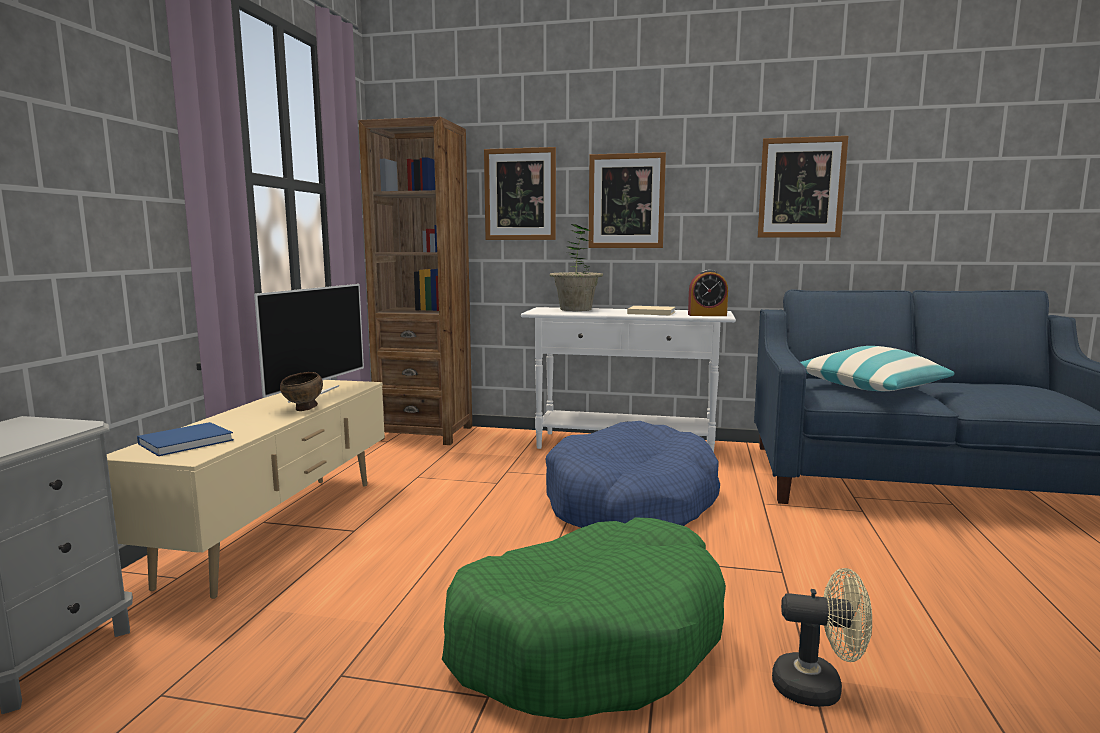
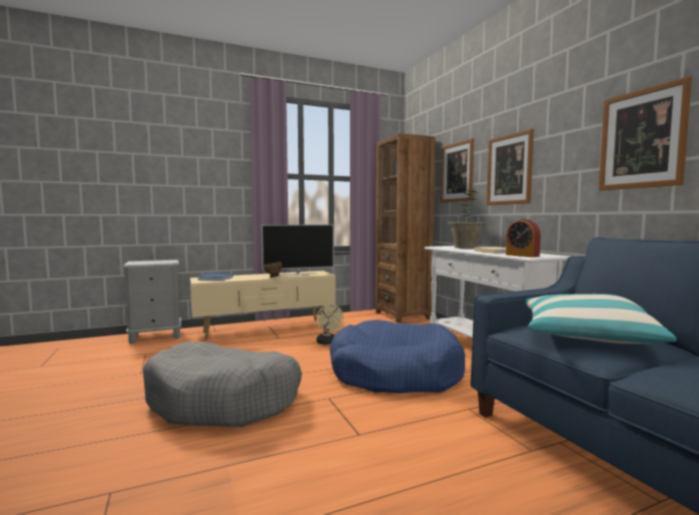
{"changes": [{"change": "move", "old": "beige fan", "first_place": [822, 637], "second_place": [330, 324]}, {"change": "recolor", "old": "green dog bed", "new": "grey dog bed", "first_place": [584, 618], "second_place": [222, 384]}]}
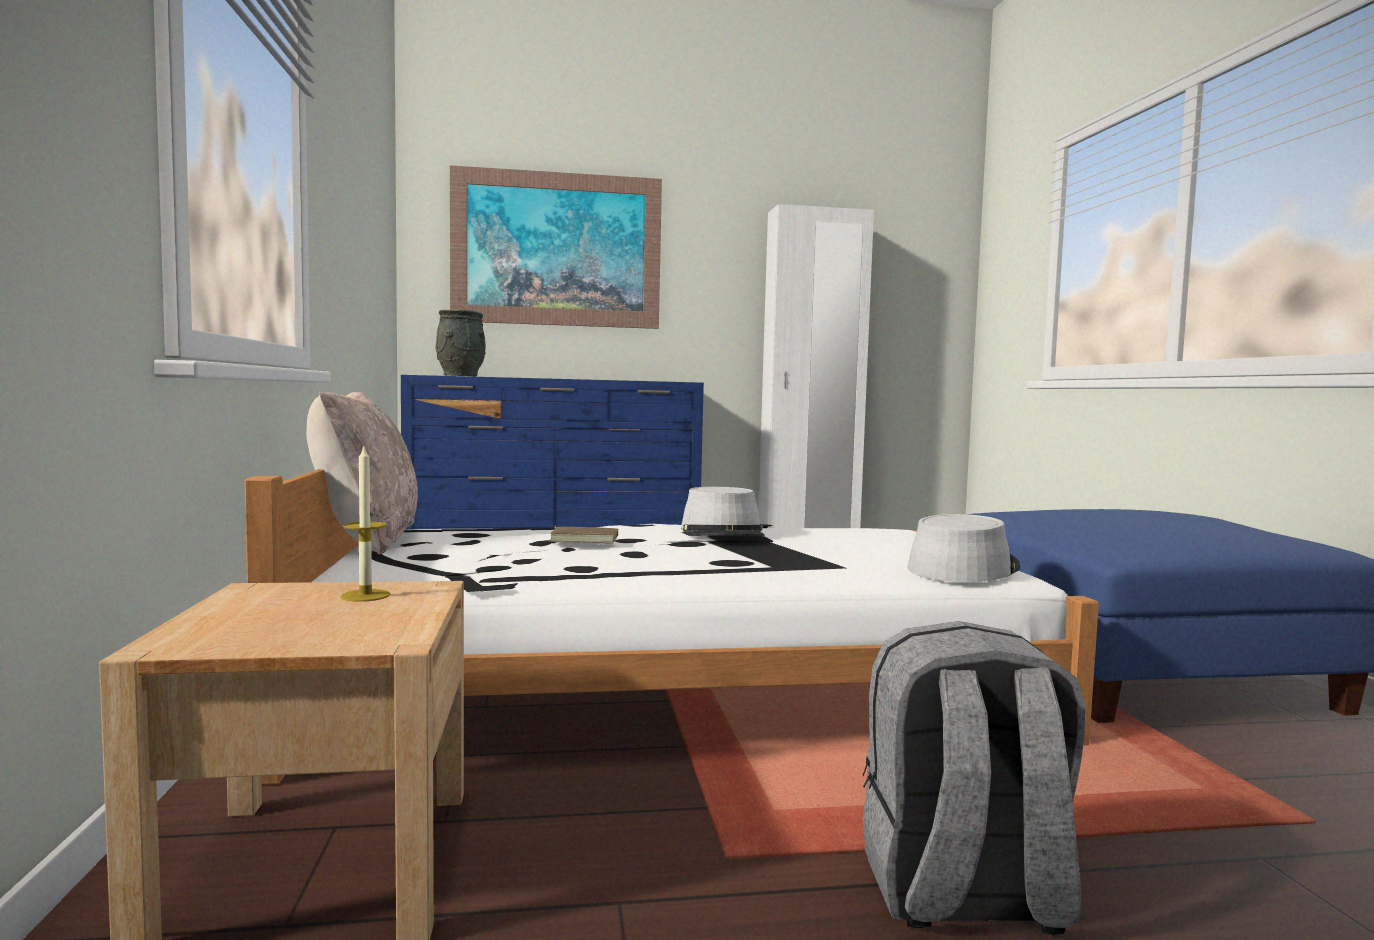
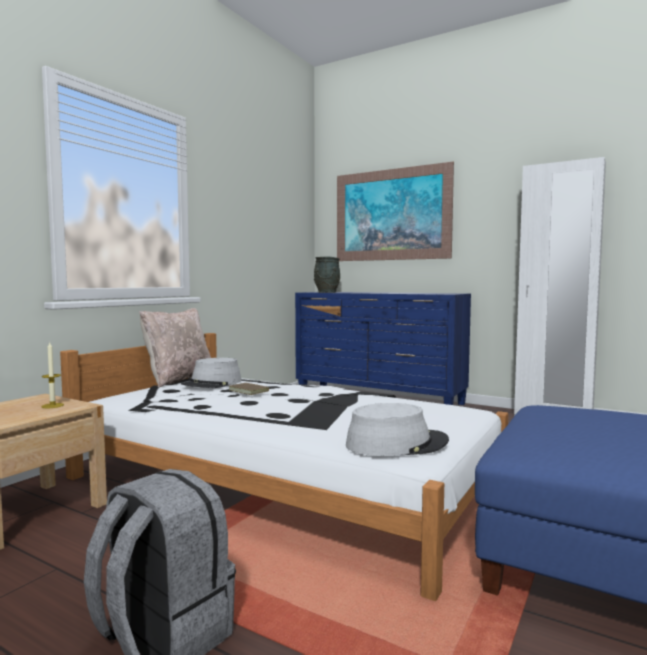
{"changes": [{"change": "move", "old": "grey hat", "first_place": [723, 511], "second_place": [211, 373]}]}
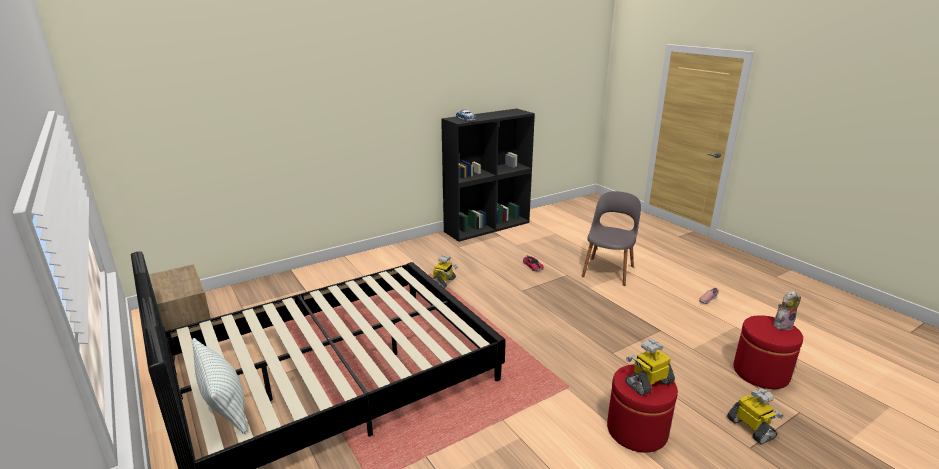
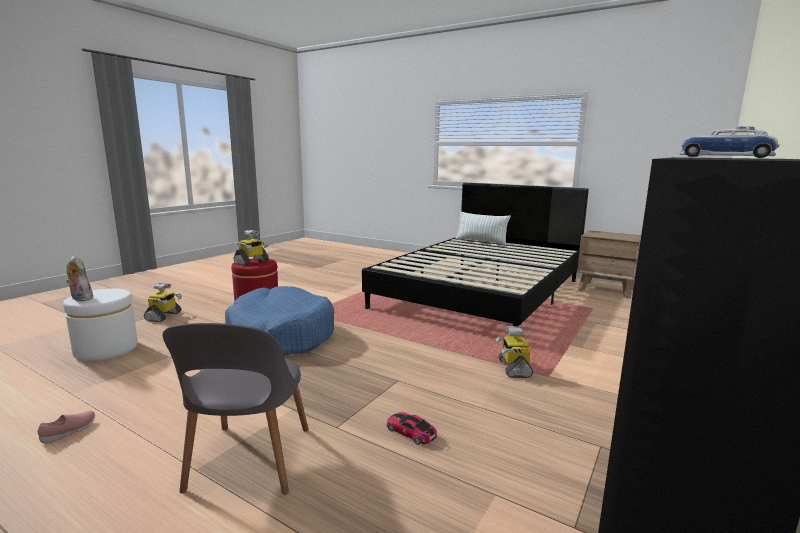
{"changes": [{"change": "insert", "new": "blue dog bed", "second_place": [279, 321]}, {"change": "recolor", "old": "red ottoman", "new": "white ottoman", "first_place": [768, 352], "second_place": [100, 324]}, {"change": "rotate", "old": "toy robot", "first_place": [755, 416], "second_place": [163, 302], "degrees": -120}, {"change": "rotate", "old": "plush toy", "first_place": [787, 310], "second_place": [79, 278], "degrees": 75}]}
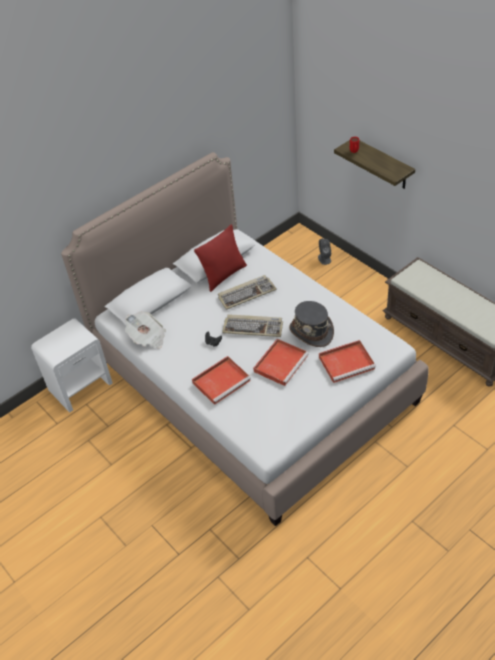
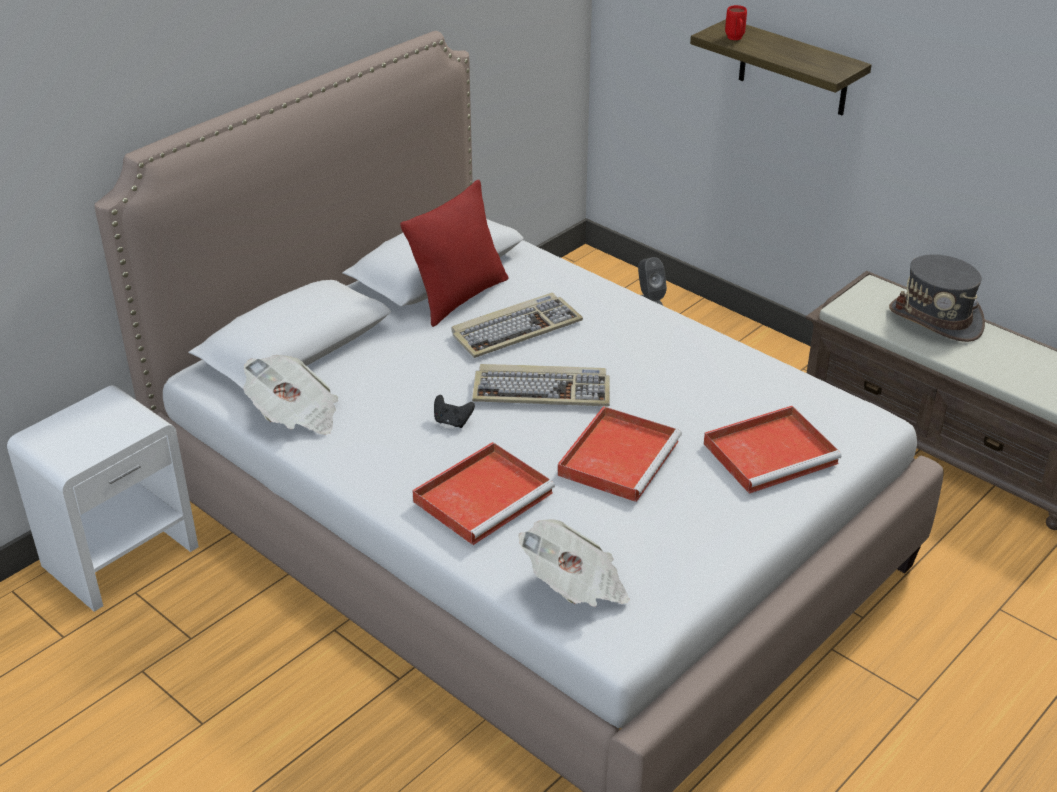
{"changes": [{"change": "insert", "new": "newspaper", "second_place": [574, 563]}, {"change": "move", "old": "grey hat", "first_place": [311, 324], "second_place": [937, 298]}]}
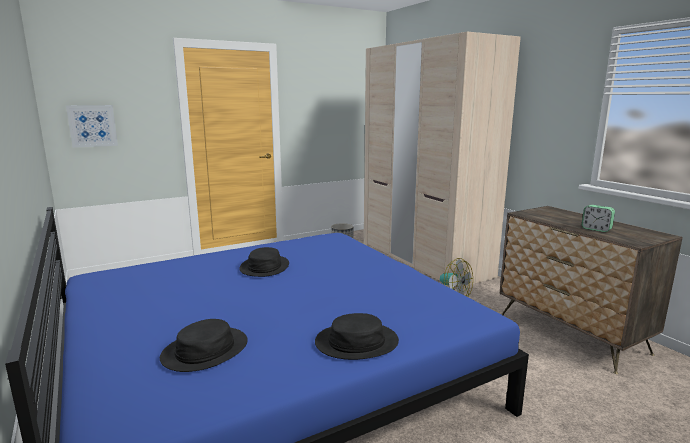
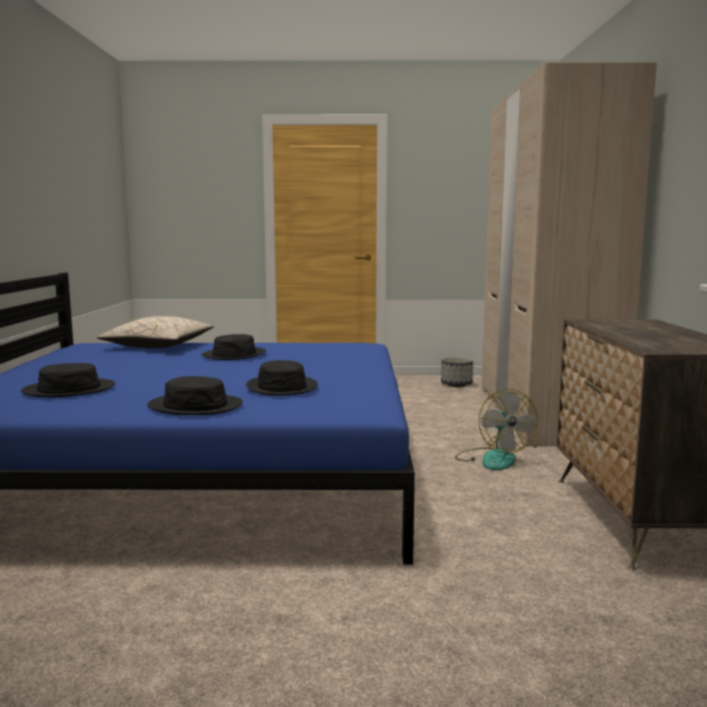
{"changes": [{"change": "delete", "old": "picture", "first_place": [92, 126]}, {"change": "delete", "old": "alarm clock", "first_place": [598, 218]}, {"change": "insert", "new": "beige pillow", "second_place": [155, 332]}, {"change": "insert", "new": "black hat", "second_place": [282, 378]}]}
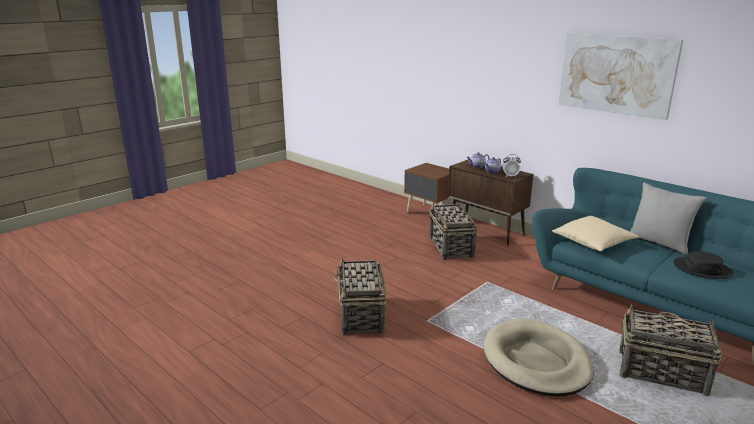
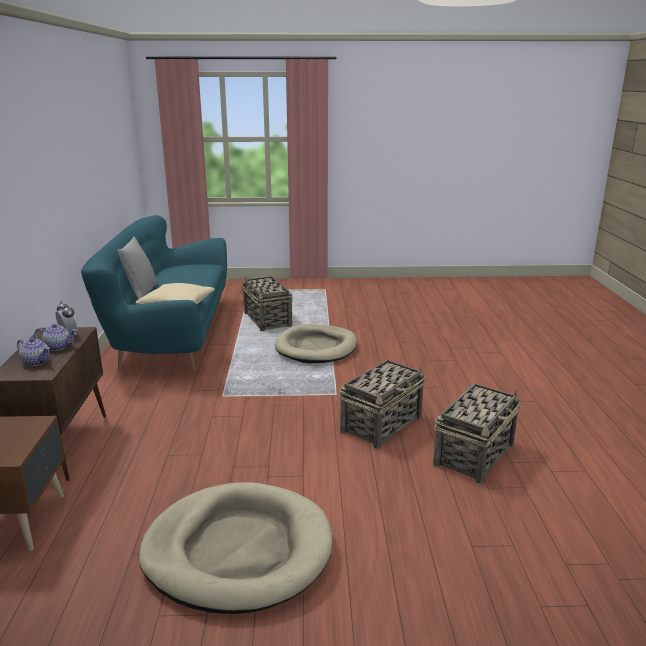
{"changes": [{"change": "delete", "old": "picture", "first_place": [621, 76]}, {"change": "delete", "old": "black hat", "first_place": [704, 265]}, {"change": "insert", "new": "beige dog bed", "second_place": [235, 548]}, {"change": "move", "old": "basket", "first_place": [453, 231], "second_place": [476, 433]}]}
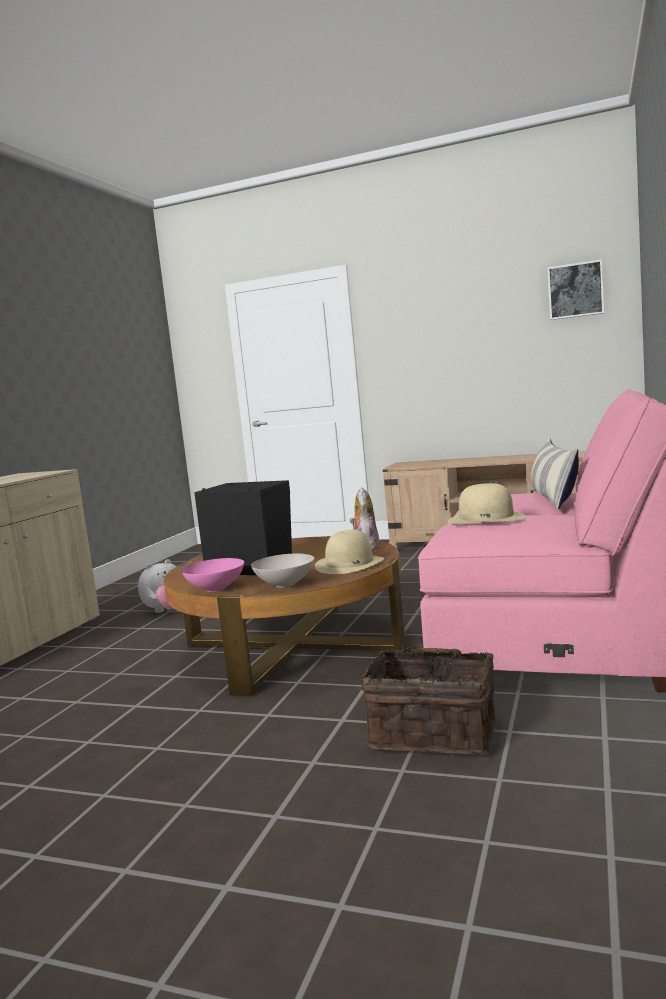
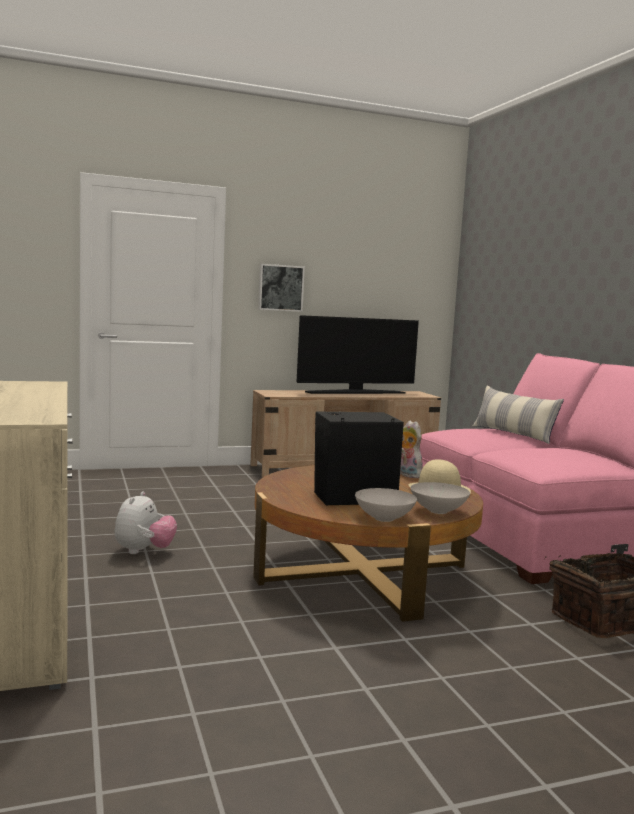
{"changes": [{"change": "delete", "old": "beige hat", "first_place": [487, 503]}, {"change": "insert", "new": "television", "second_place": [358, 354]}, {"change": "move", "old": "picture", "first_place": [575, 289], "second_place": [281, 288]}, {"change": "recolor", "old": "pink bowl", "new": "white bowl", "first_place": [212, 575], "second_place": [386, 505]}]}
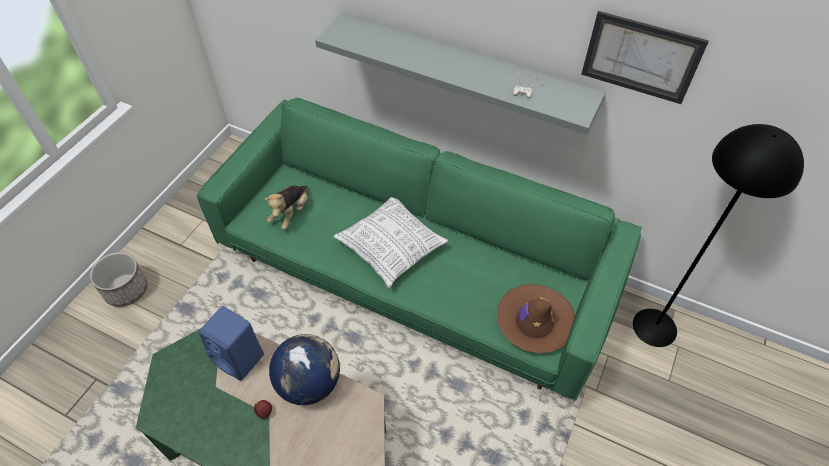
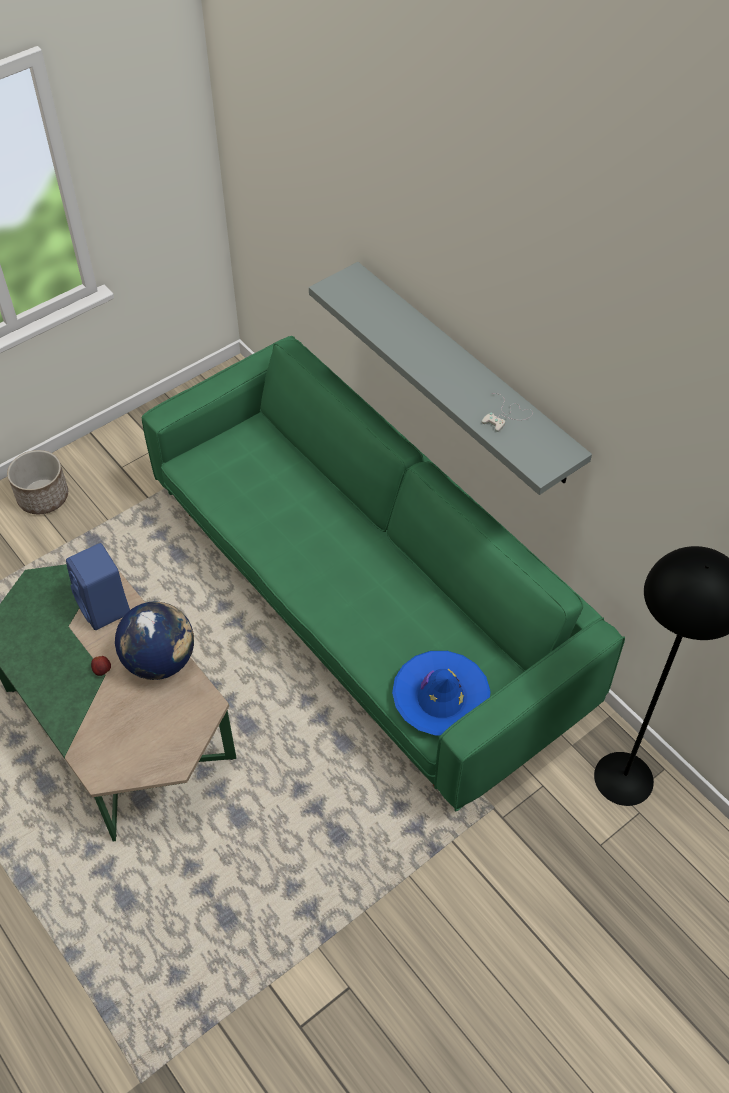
{"changes": [{"change": "delete", "old": "plush toy", "first_place": [286, 207]}, {"change": "delete", "old": "pillow", "first_place": [391, 242]}, {"change": "delete", "old": "picture", "first_place": [645, 57]}, {"change": "recolor", "old": "brown hat", "new": "blue hat", "first_place": [536, 318], "second_place": [441, 693]}]}
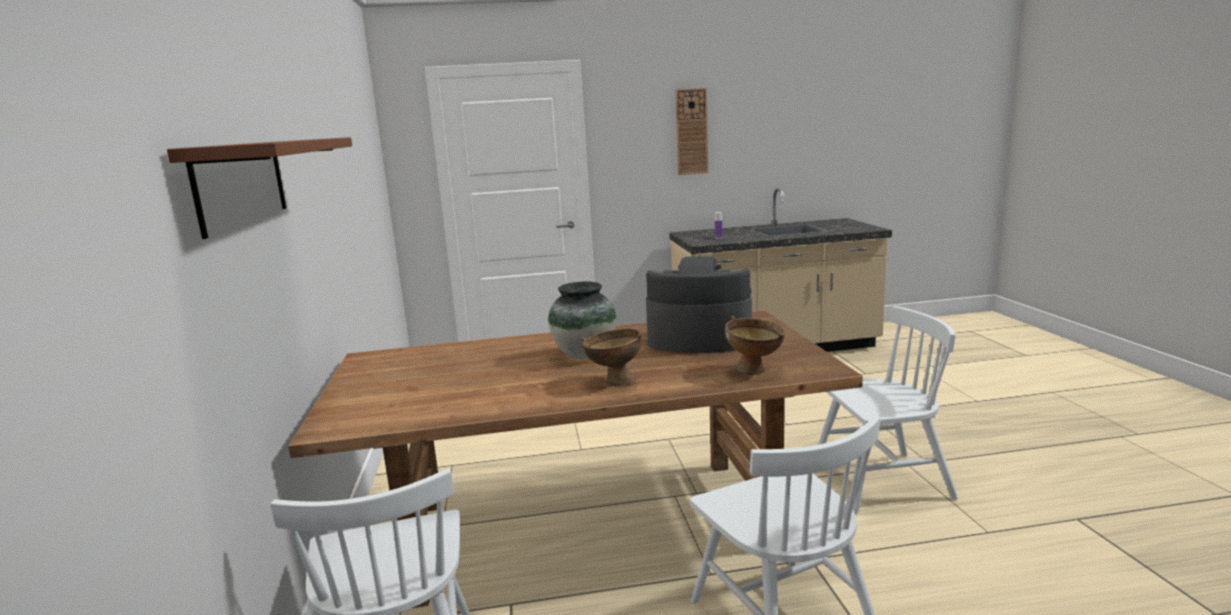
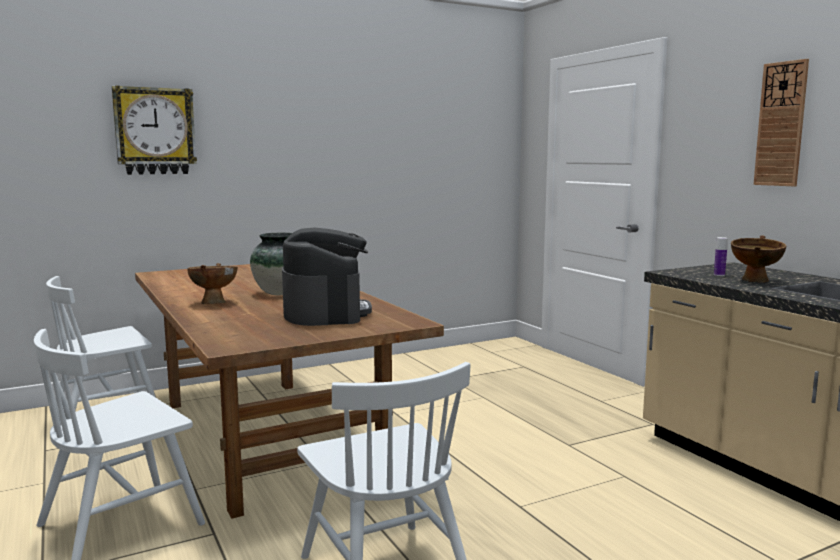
{"changes": [{"change": "move", "old": "brown bowl", "first_place": [755, 345], "second_place": [758, 259]}, {"change": "replace", "old": "brown shelf", "new": "wall clock", "first_place": [259, 188], "second_place": [154, 130]}]}
